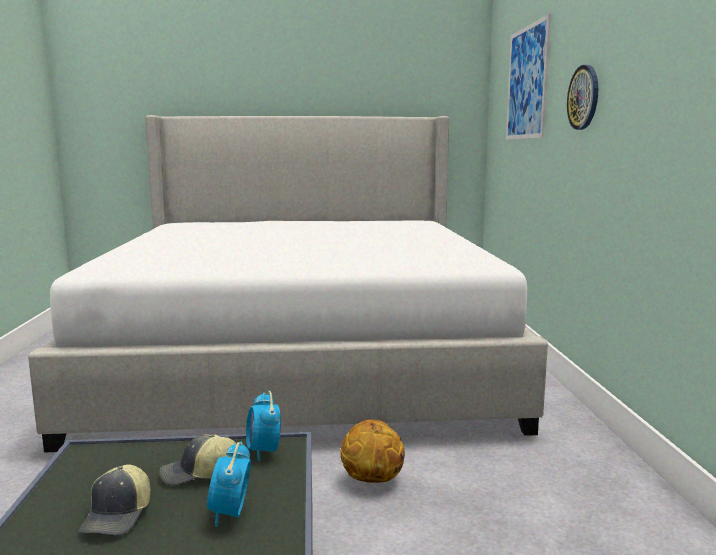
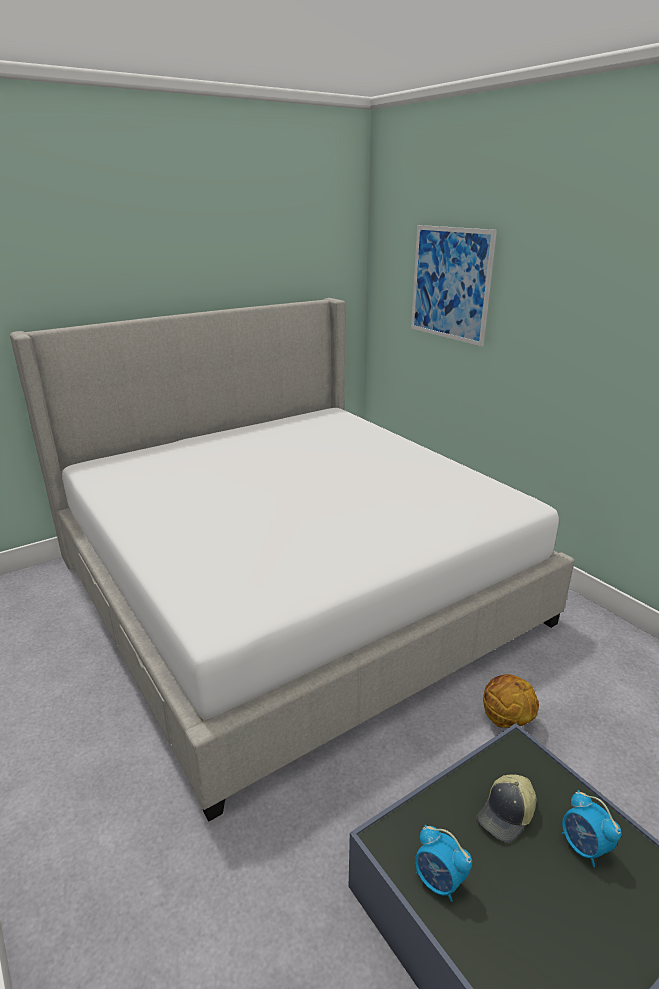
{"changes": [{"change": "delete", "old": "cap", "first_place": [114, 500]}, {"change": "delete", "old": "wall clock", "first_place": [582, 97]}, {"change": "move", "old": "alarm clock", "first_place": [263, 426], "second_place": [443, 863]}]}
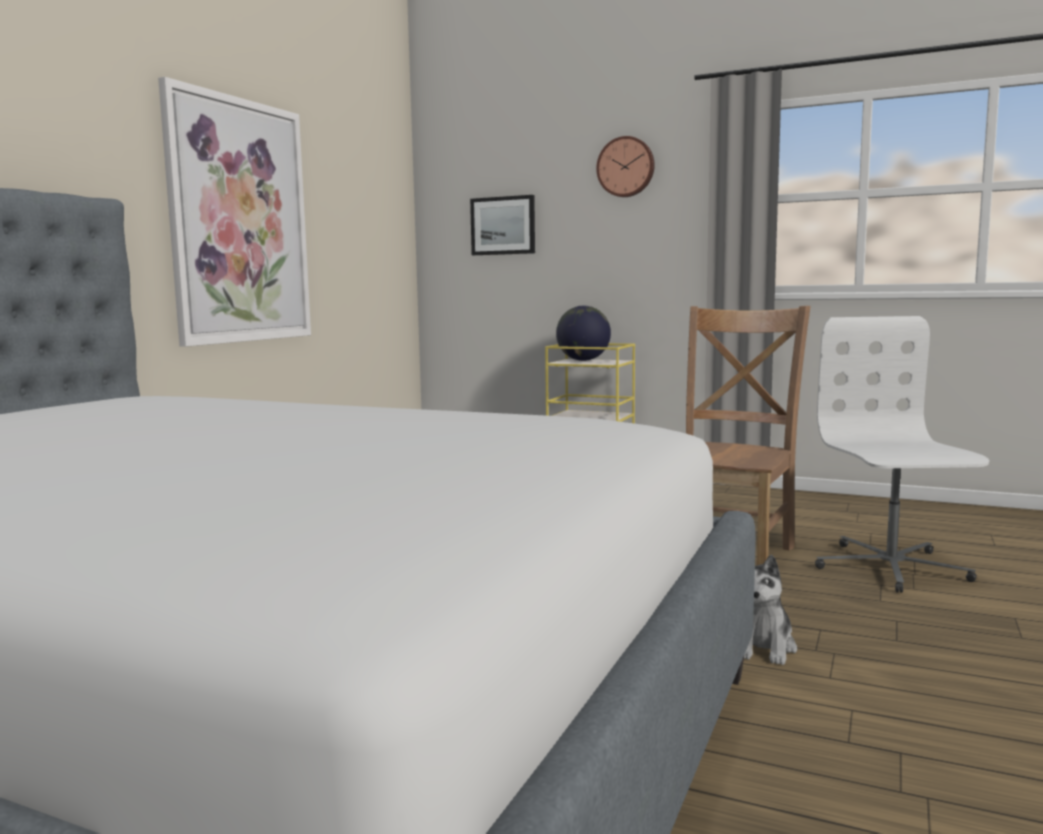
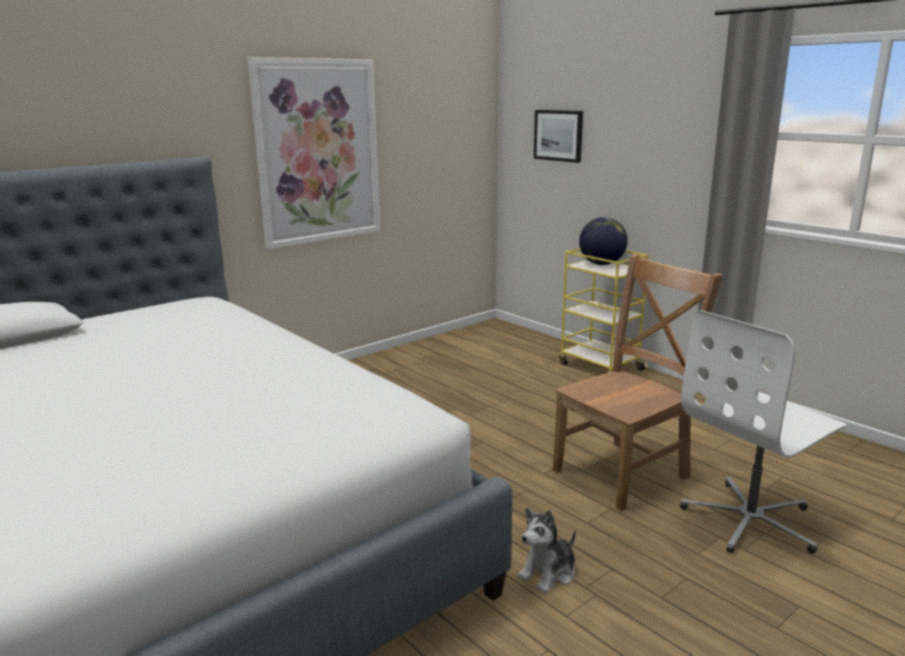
{"changes": [{"change": "delete", "old": "wall clock", "first_place": [625, 166]}, {"change": "rotate", "old": "white office chair", "first_place": [902, 454], "second_place": [763, 432], "degrees": -150}]}
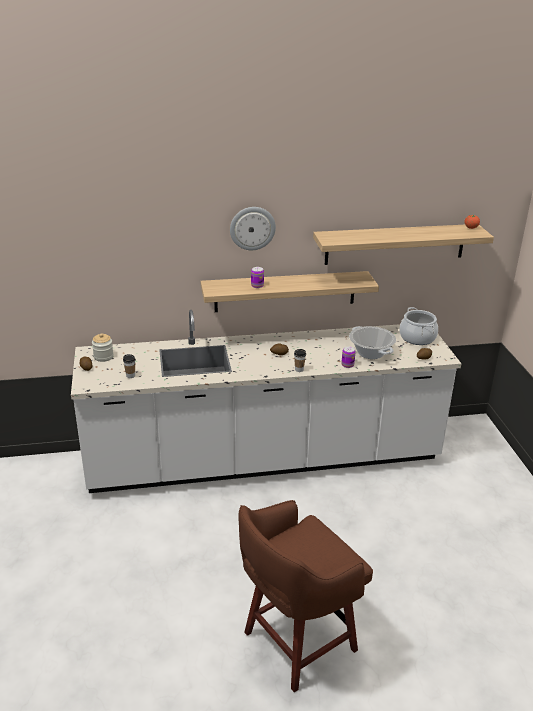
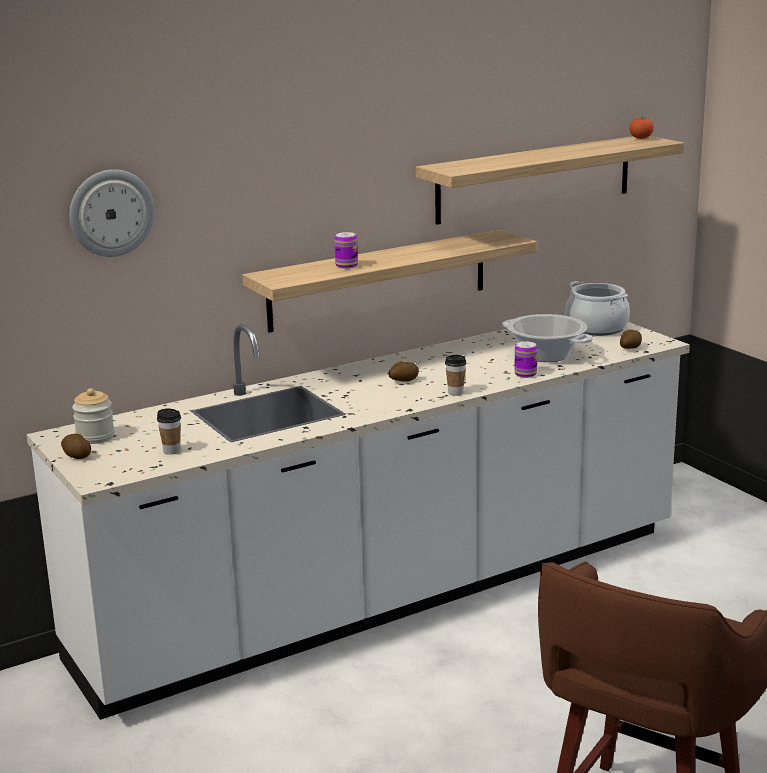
{"changes": [{"change": "move", "old": "wall clock", "first_place": [253, 228], "second_place": [112, 213]}]}
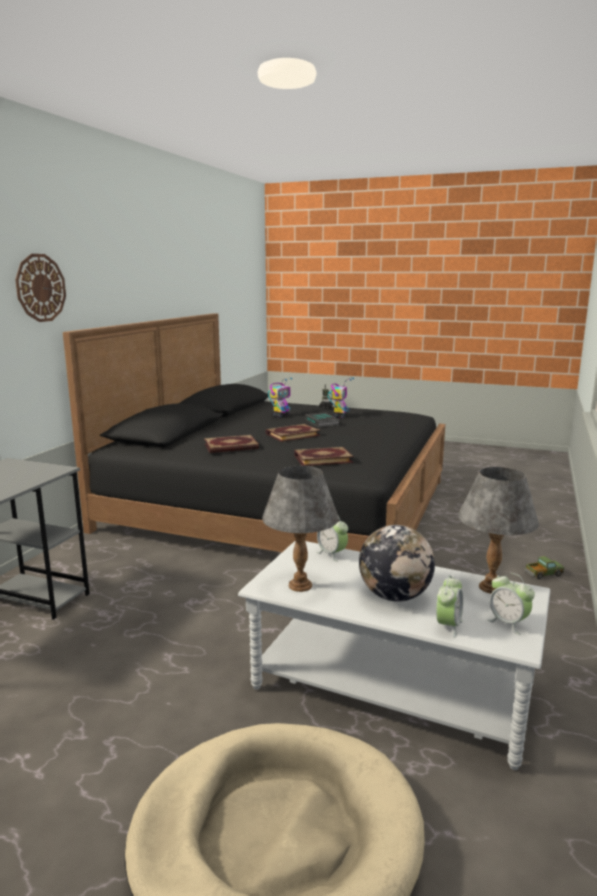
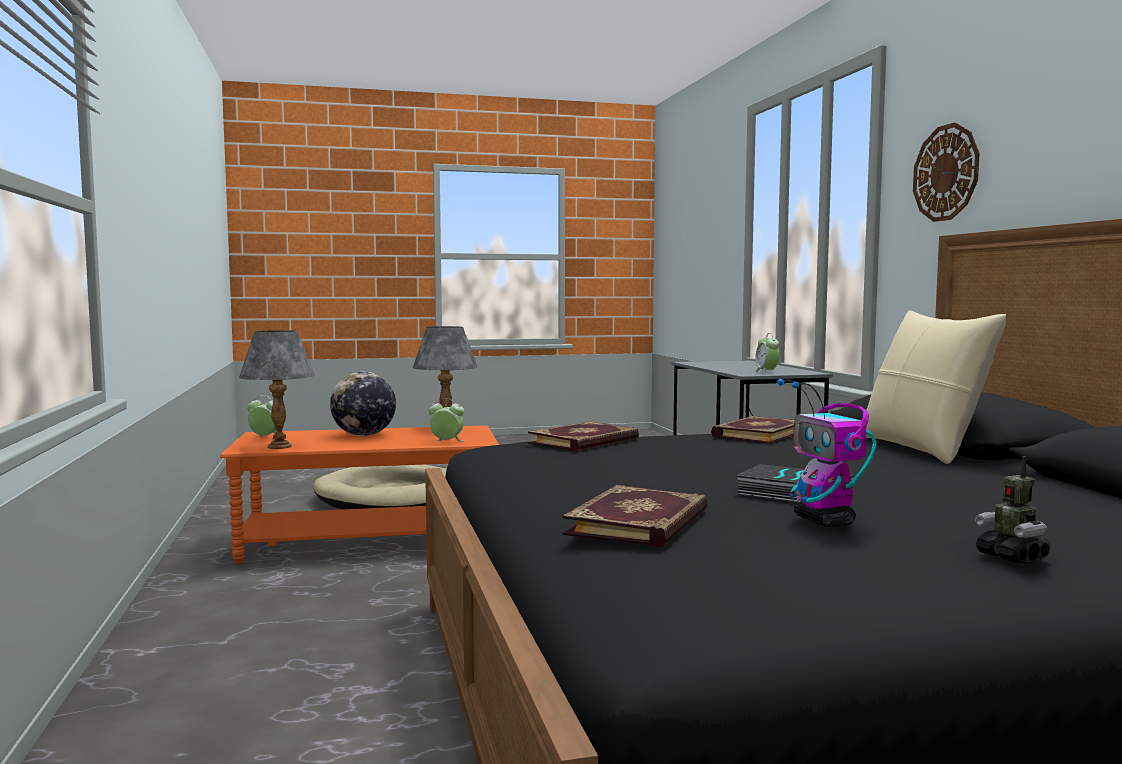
{"changes": [{"change": "delete", "old": "toy robot", "first_place": [280, 397]}, {"change": "delete", "old": "toy truck", "first_place": [544, 567]}, {"change": "insert", "new": "beige pillow", "second_place": [936, 387]}, {"change": "move", "old": "book", "first_place": [293, 433], "second_place": [635, 516]}, {"change": "move", "old": "alarm clock", "first_place": [449, 606], "second_place": [767, 353]}, {"change": "recolor", "old": "grey coffee table", "new": "orange coffee table", "first_place": [394, 655], "second_place": [359, 494]}]}
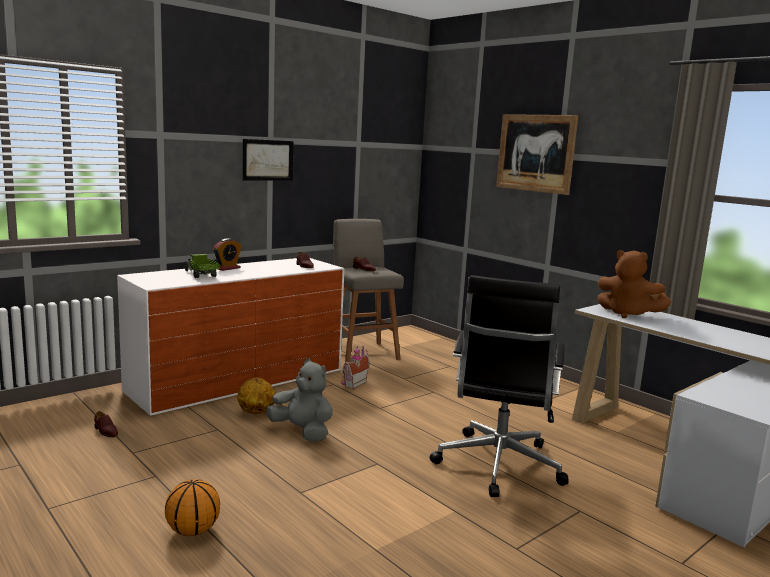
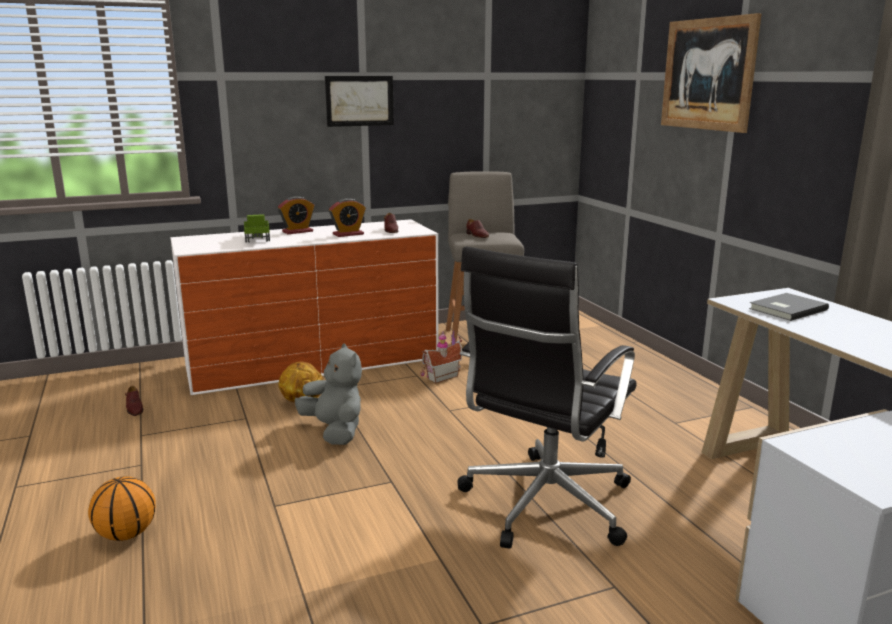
{"changes": [{"change": "insert", "new": "alarm clock", "second_place": [347, 217]}, {"change": "replace", "old": "brown plush toy", "new": "grey book", "first_place": [634, 284], "second_place": [789, 307]}]}
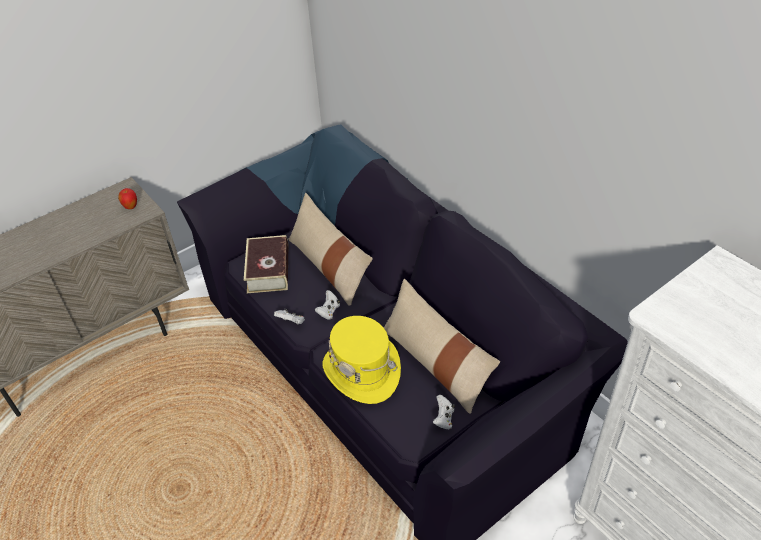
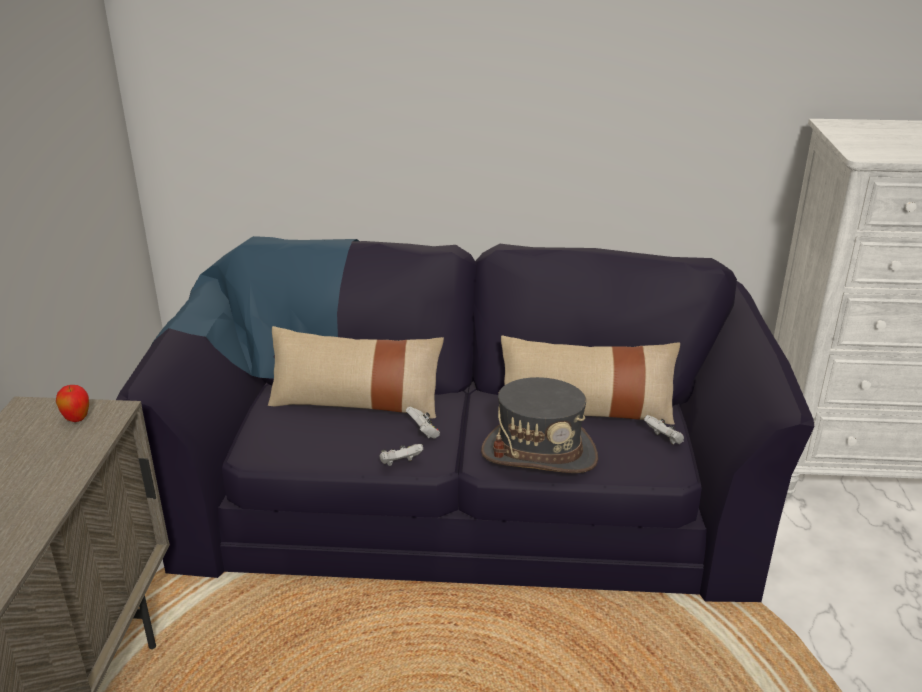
{"changes": [{"change": "delete", "old": "book", "first_place": [266, 264]}, {"change": "recolor", "old": "yellow hat", "new": "grey hat", "first_place": [362, 360], "second_place": [539, 425]}]}
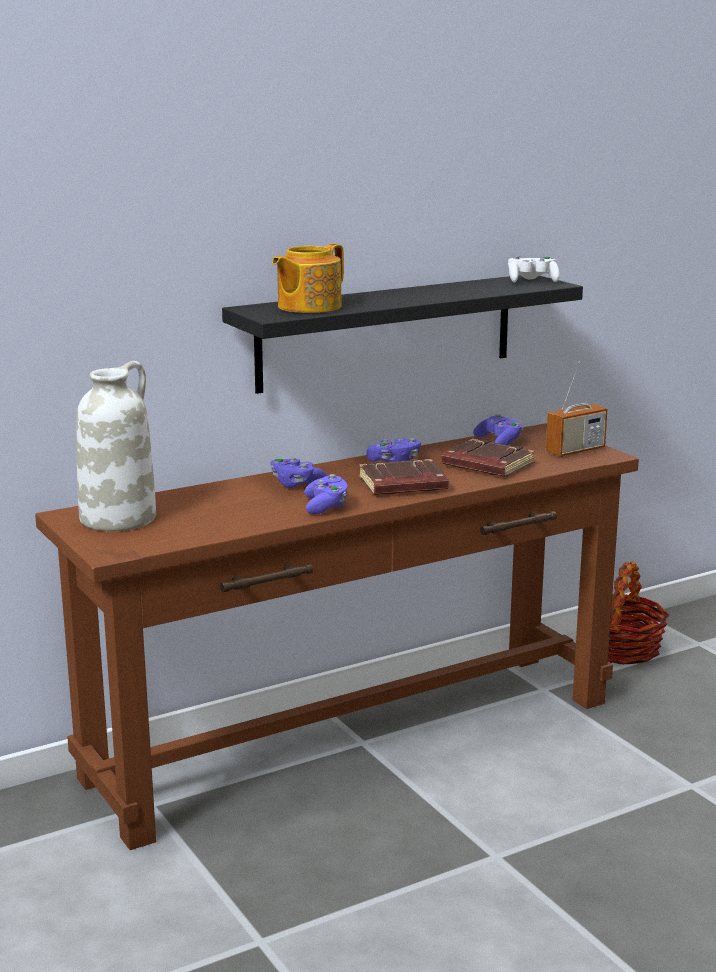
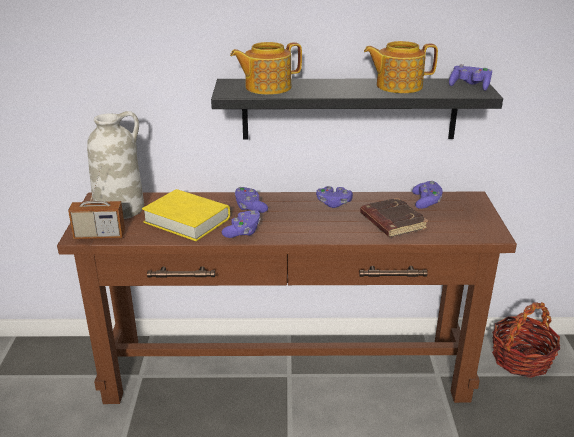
{"changes": [{"change": "delete", "old": "brown book", "first_place": [404, 477]}, {"change": "insert", "new": "yellow book", "second_place": [186, 215]}, {"change": "insert", "new": "teapot", "second_place": [401, 67]}, {"change": "move", "old": "radio", "first_place": [576, 409], "second_place": [96, 203]}, {"change": "recolor", "old": "white game controller", "new": "purple game controller", "first_place": [534, 269], "second_place": [470, 77]}]}
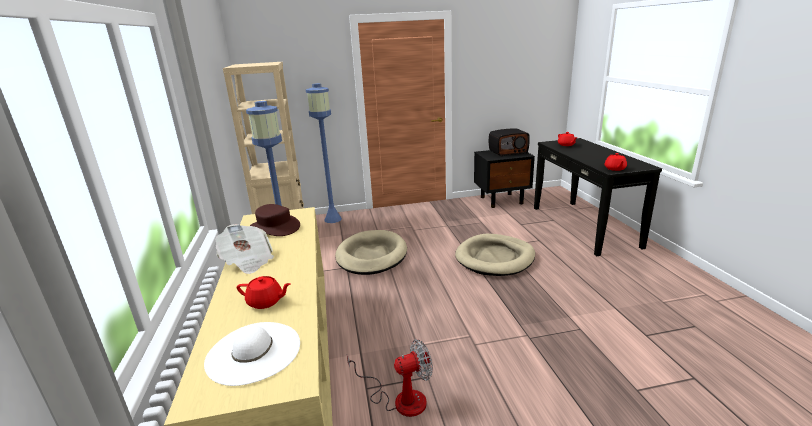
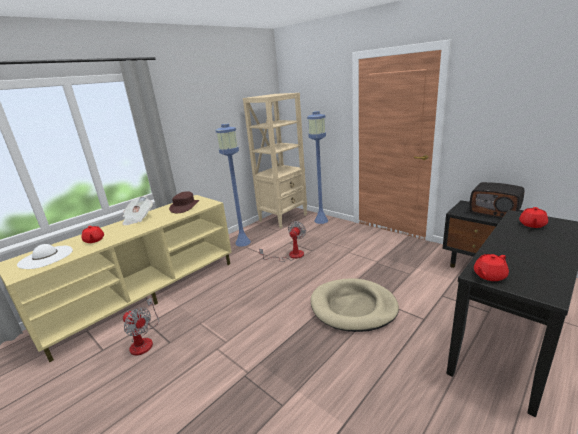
{"changes": [{"change": "replace", "old": "beige dog bed", "new": "fan", "first_place": [371, 252], "second_place": [282, 241]}]}
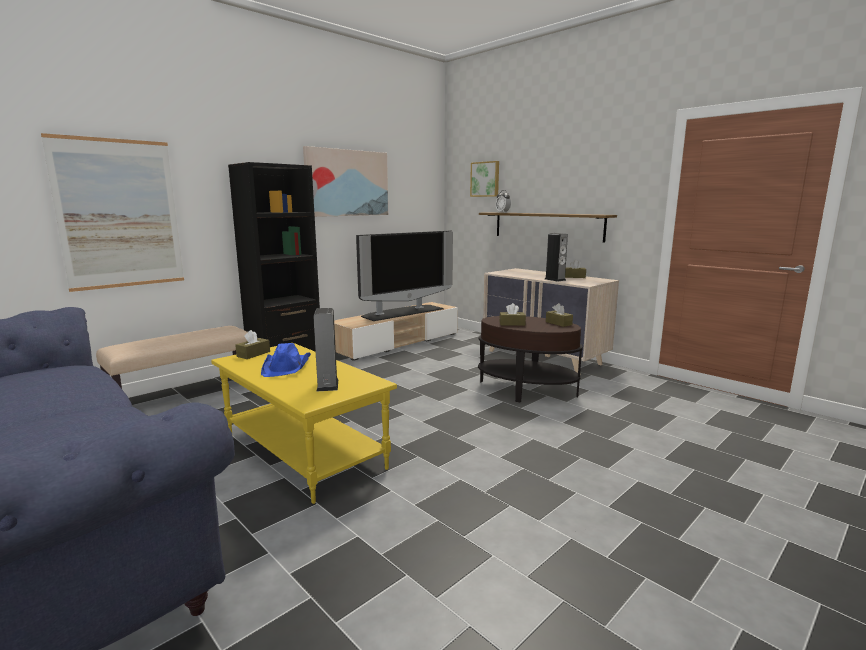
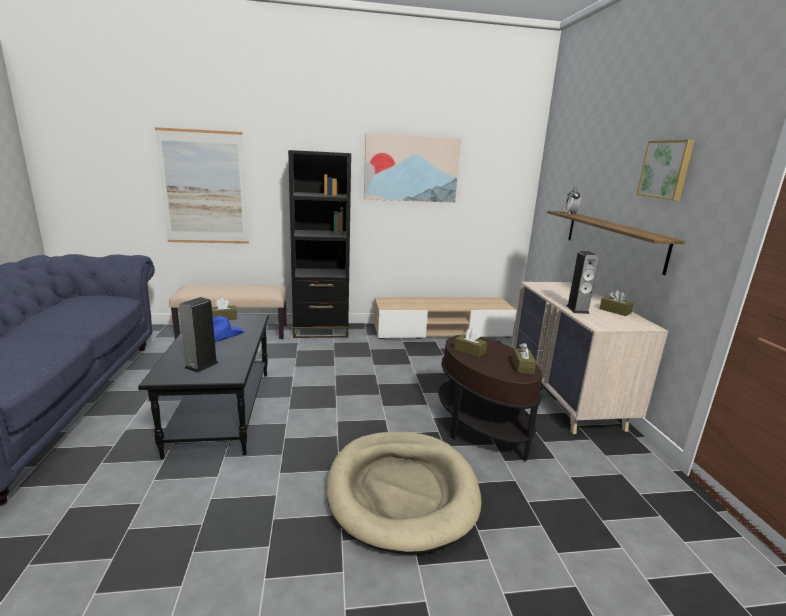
{"changes": [{"change": "delete", "old": "television", "first_place": [404, 276]}, {"change": "insert", "new": "beige dog bed", "second_place": [404, 493]}, {"change": "move", "old": "picture", "first_place": [484, 179], "second_place": [666, 170]}, {"change": "recolor", "old": "yellow coffee table", "new": "black coffee table", "first_place": [304, 423], "second_place": [203, 387]}]}
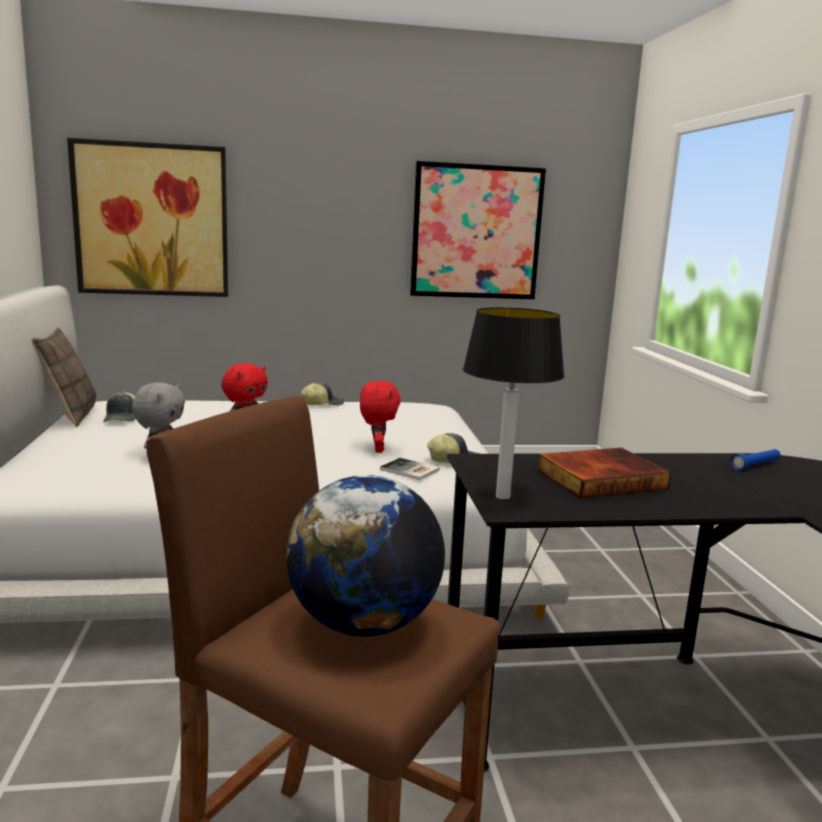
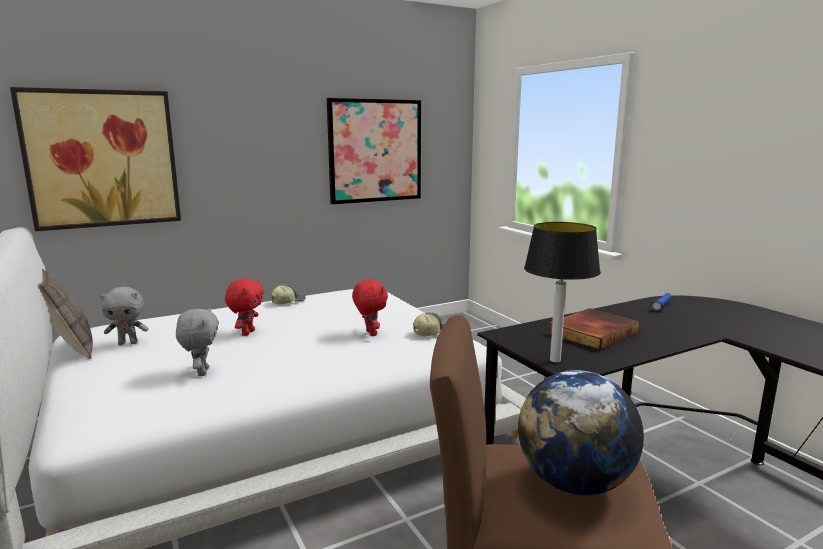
{"changes": [{"change": "delete", "old": "book", "first_place": [410, 469]}, {"change": "replace", "old": "cap", "new": "grey plush toy", "first_place": [119, 407], "second_place": [124, 316]}]}
